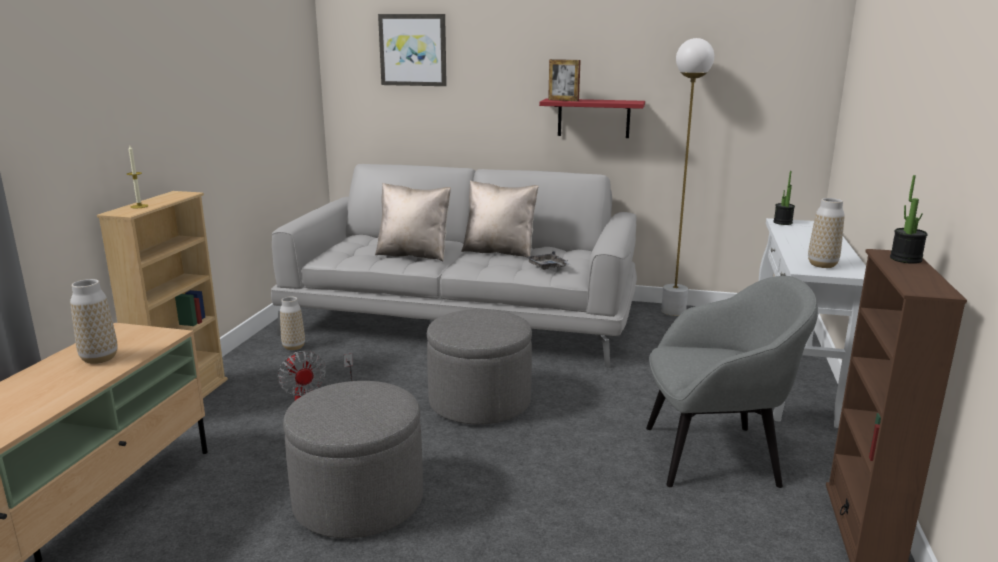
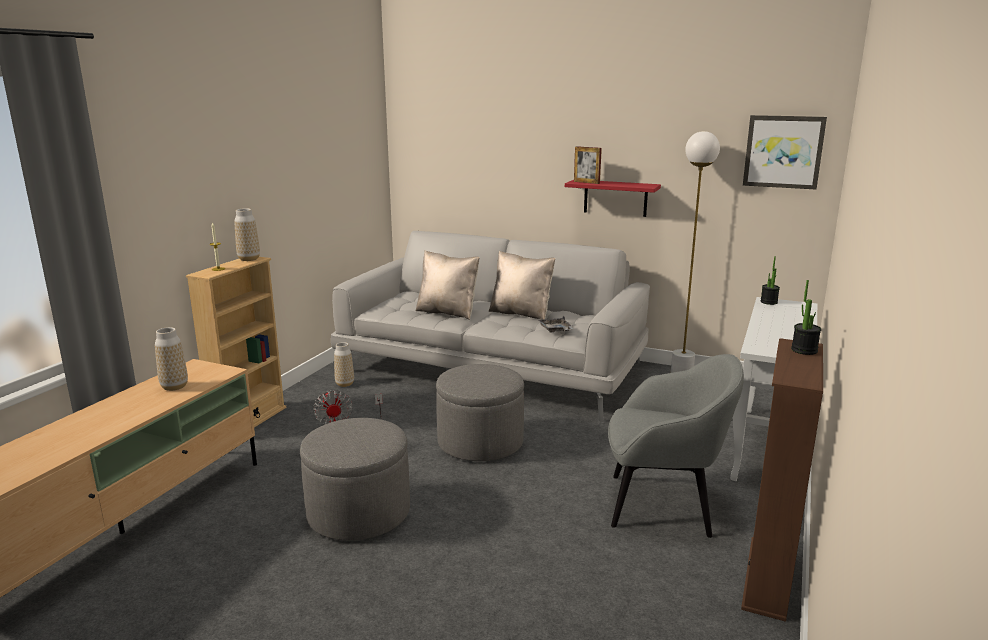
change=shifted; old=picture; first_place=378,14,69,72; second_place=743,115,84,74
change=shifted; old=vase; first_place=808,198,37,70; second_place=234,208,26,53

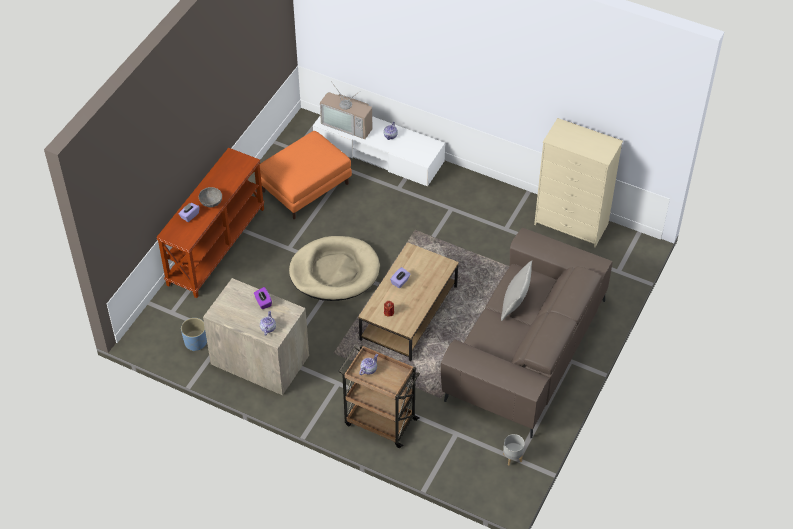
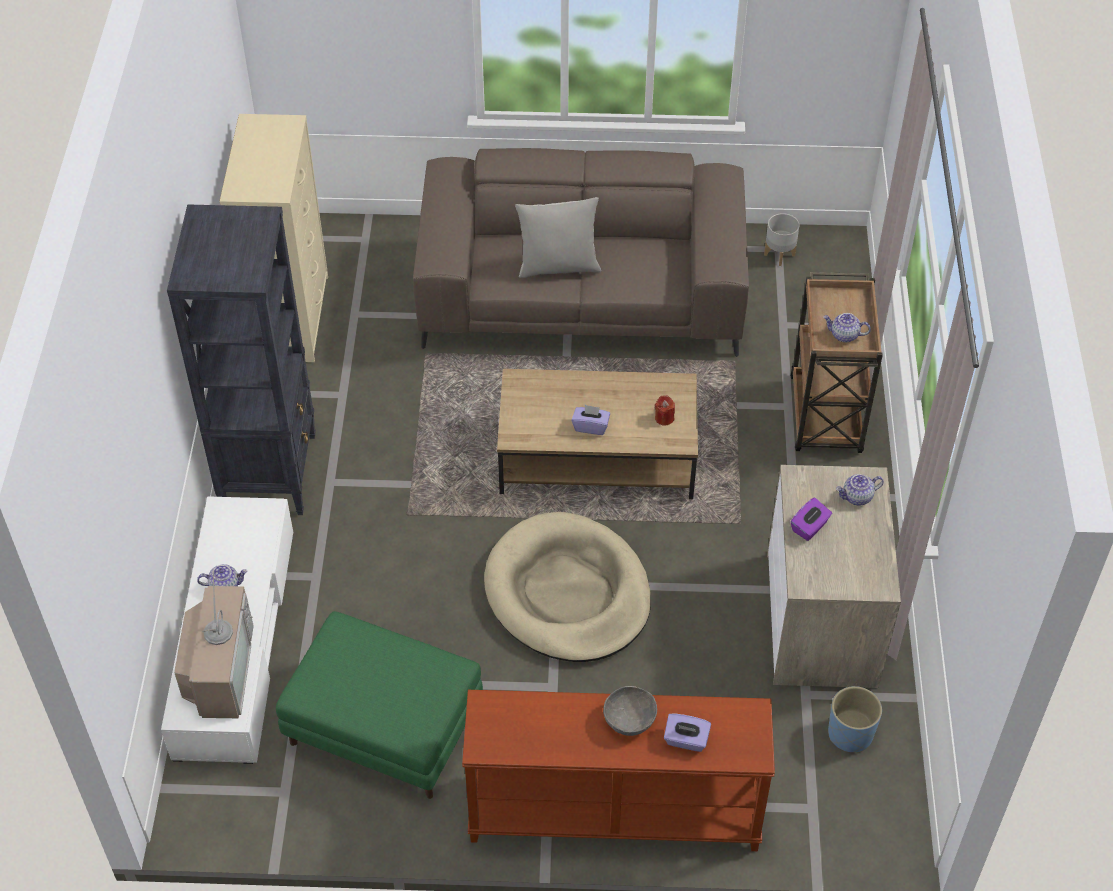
change=repainted; old=ottoman in orange; new=ottoman in green; first_place=260,131,92,88; second_place=276,611,207,188
change=new; new=bookcase in black; second_place=167,204,149,311

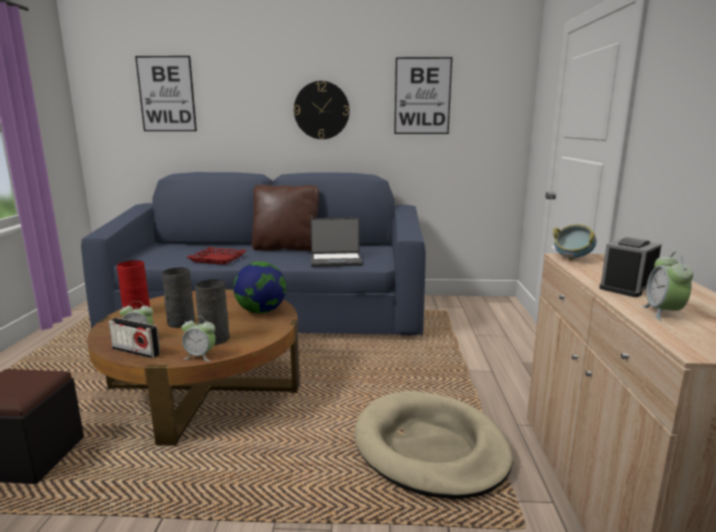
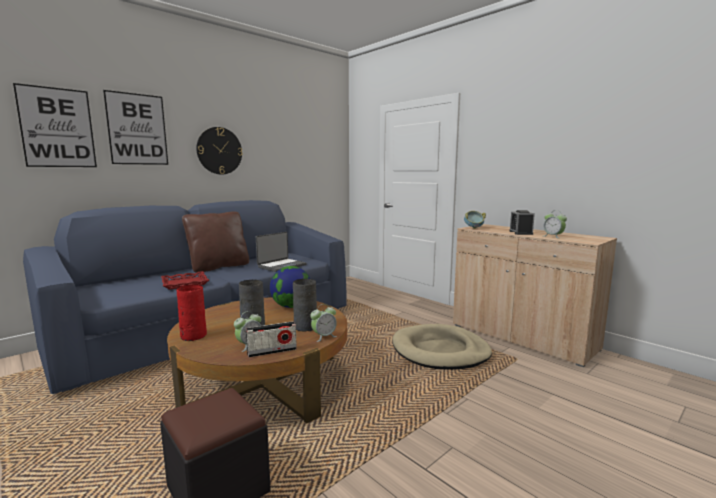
change=shifted; old=picture; first_place=394,57,58,77; second_place=103,90,65,75

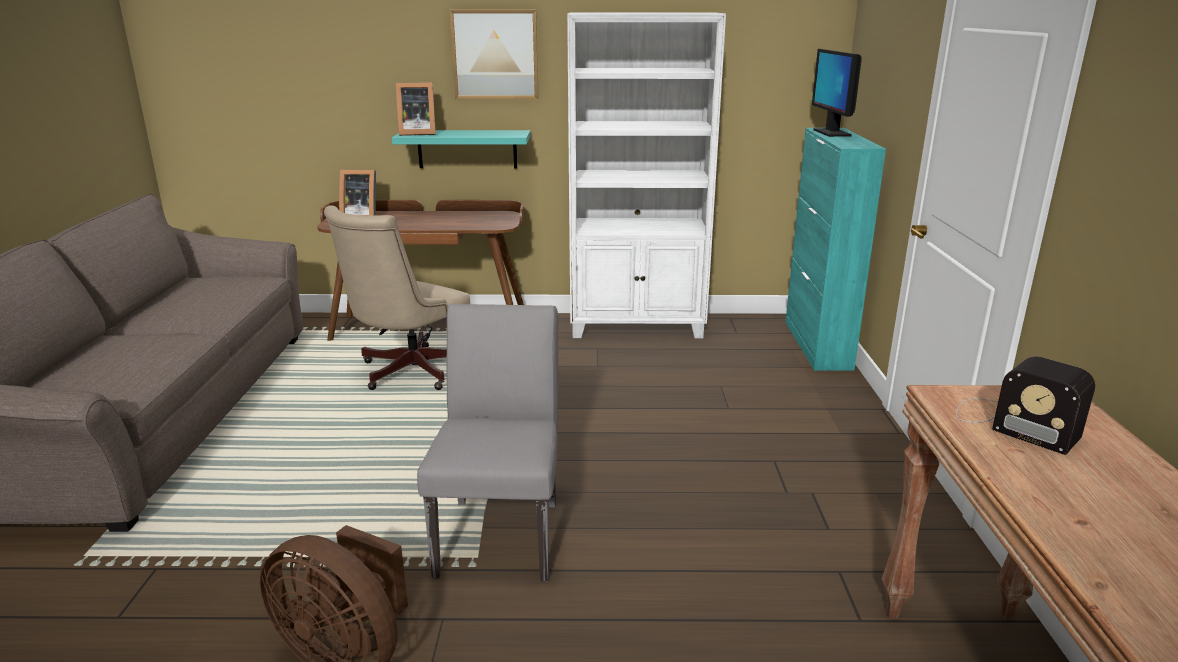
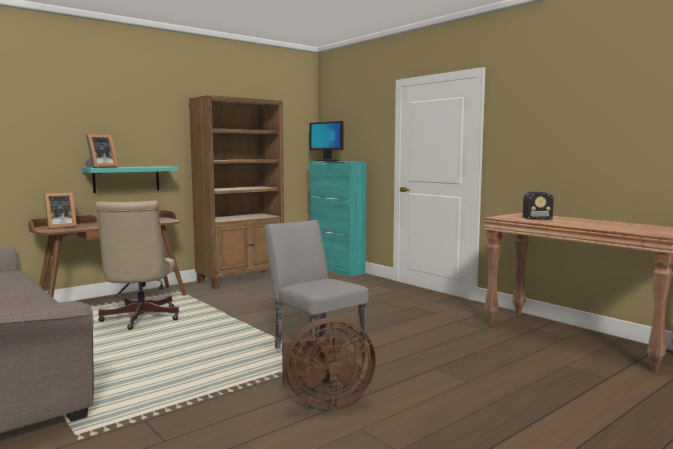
change=gone; old=picture; first_place=450,10,88,89
change=repainted; old=bookcase in white; new=bookcase in brown; first_place=567,13,159,326; second_place=189,95,95,194

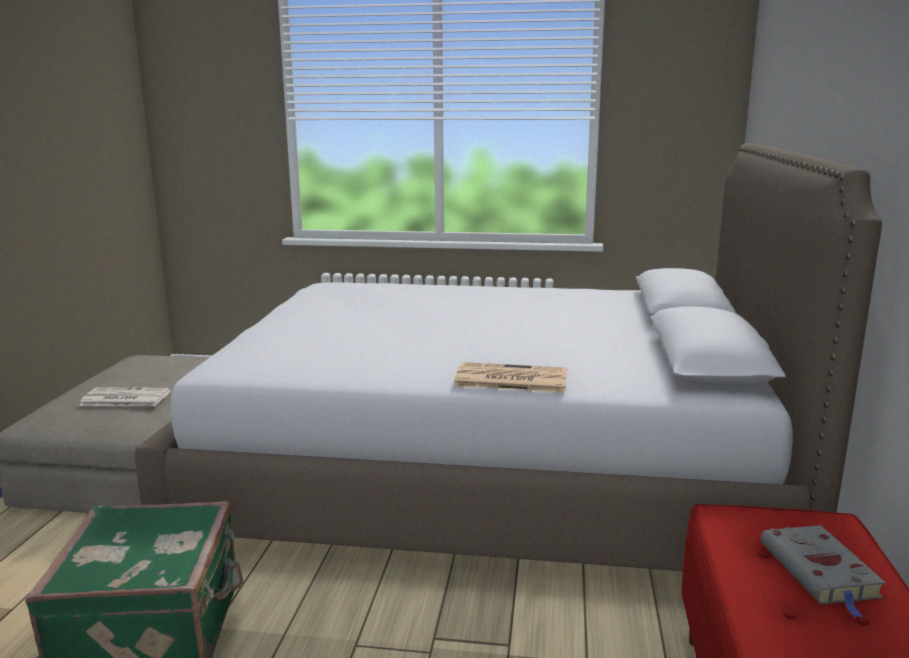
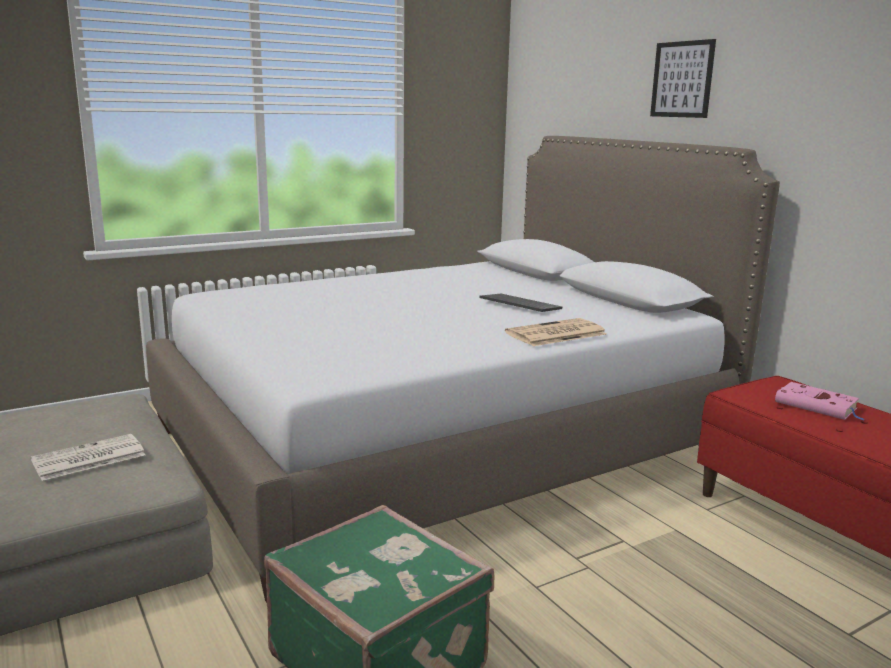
change=repainted; old=book in grey; new=book in pink; first_place=761,525,125,93; second_place=775,382,89,38
change=new; new=keyboard; second_place=479,294,83,18
change=new; new=picture; second_place=650,39,66,79

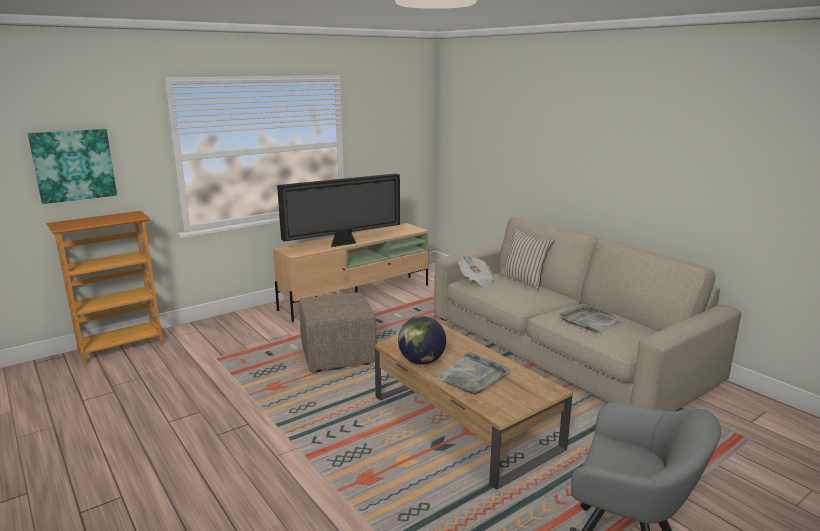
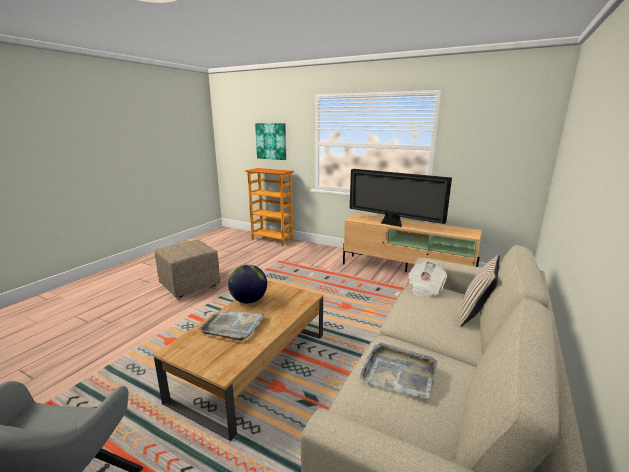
change=shifted; old=ottoman in beige; first_place=299,292,78,80; second_place=155,240,66,58

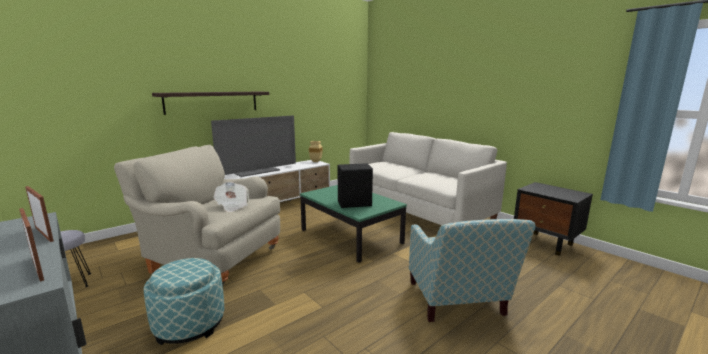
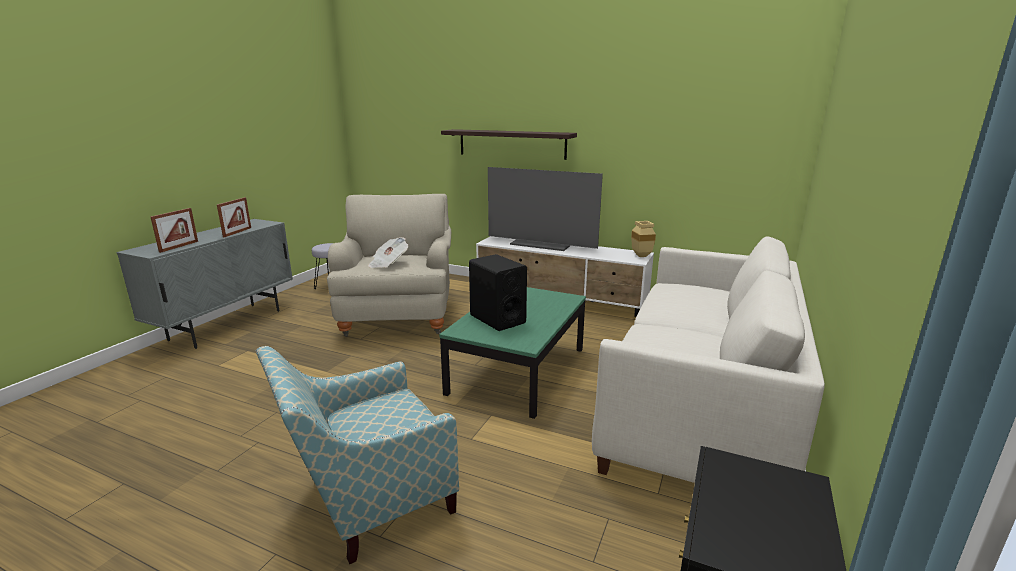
change=gone; old=ottoman; first_place=143,258,81,87

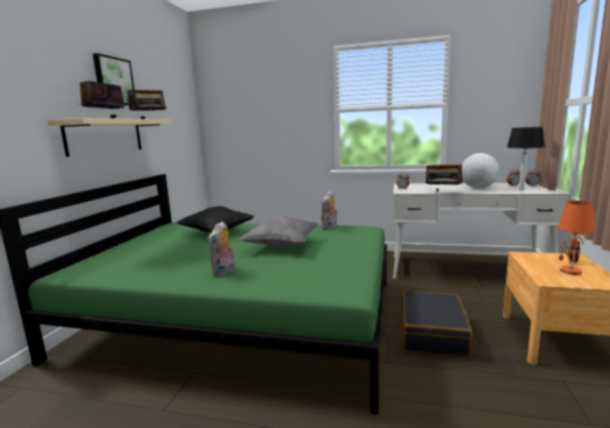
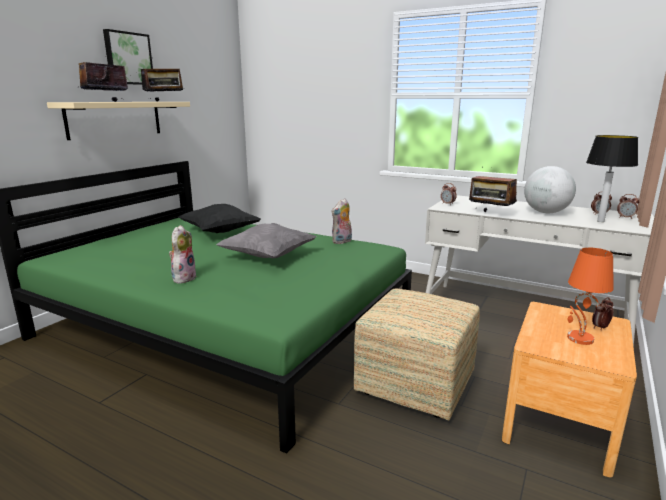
change=rotated; old=plush toy; first_place=208,221,27,55; second_place=169,225,28,59; degrees=150
change=swapped; old=suitcase in black; new=ottoman; first_place=401,291,71,66; second_place=354,289,126,132

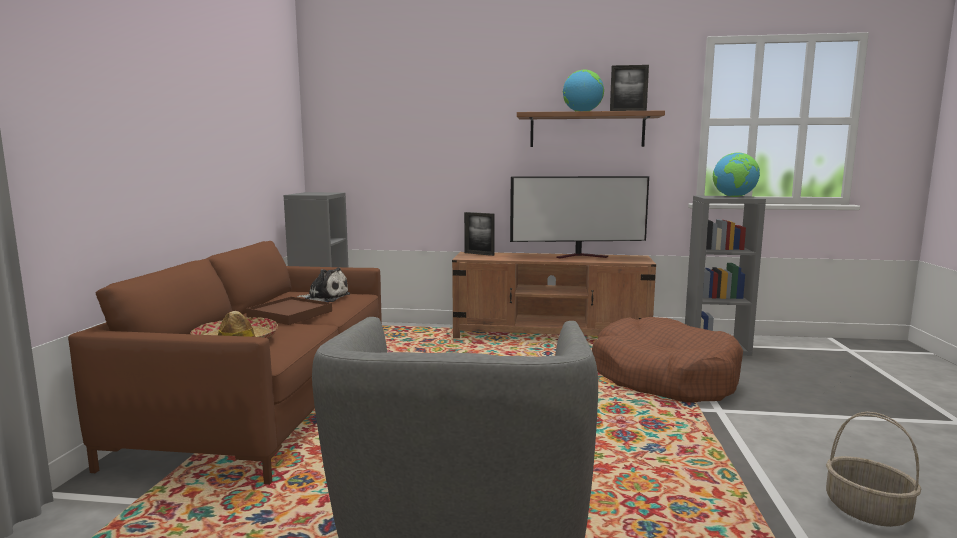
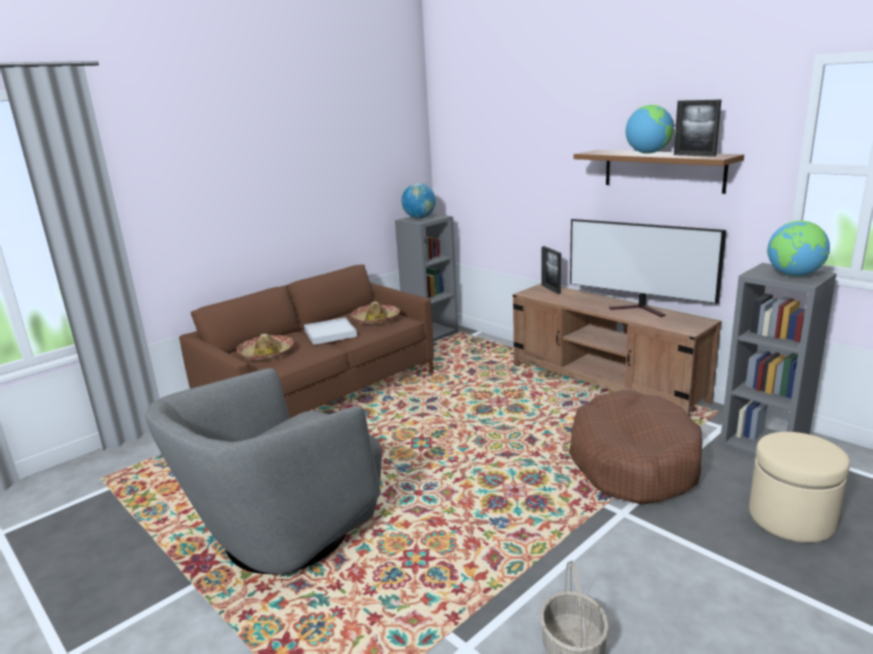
change=repainted; old=tray in brown; new=tray in white; first_place=246,297,86,28; second_place=304,317,53,28
change=swapped; old=plush toy; new=hat; first_place=297,268,53,34; second_place=351,302,49,23
change=new; new=globe; second_place=402,183,34,35
change=new; new=ottoman in beige; second_place=749,432,101,111

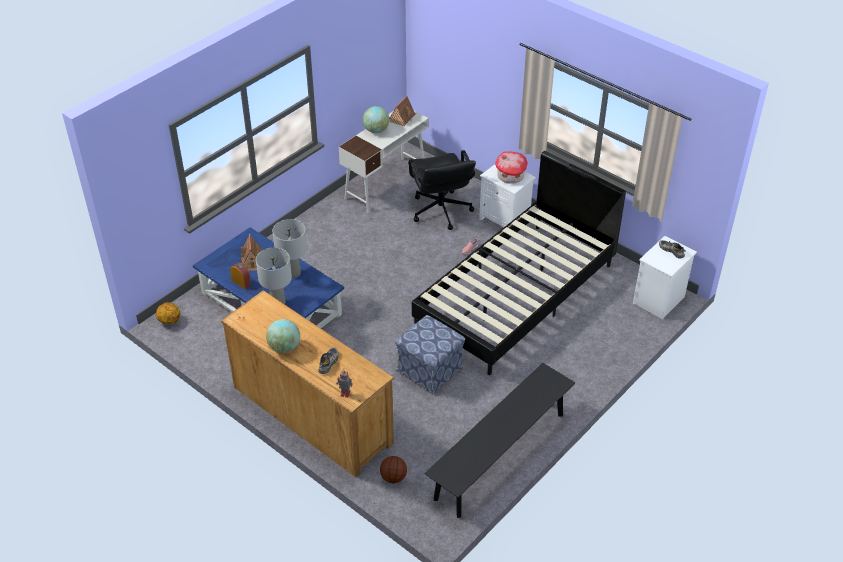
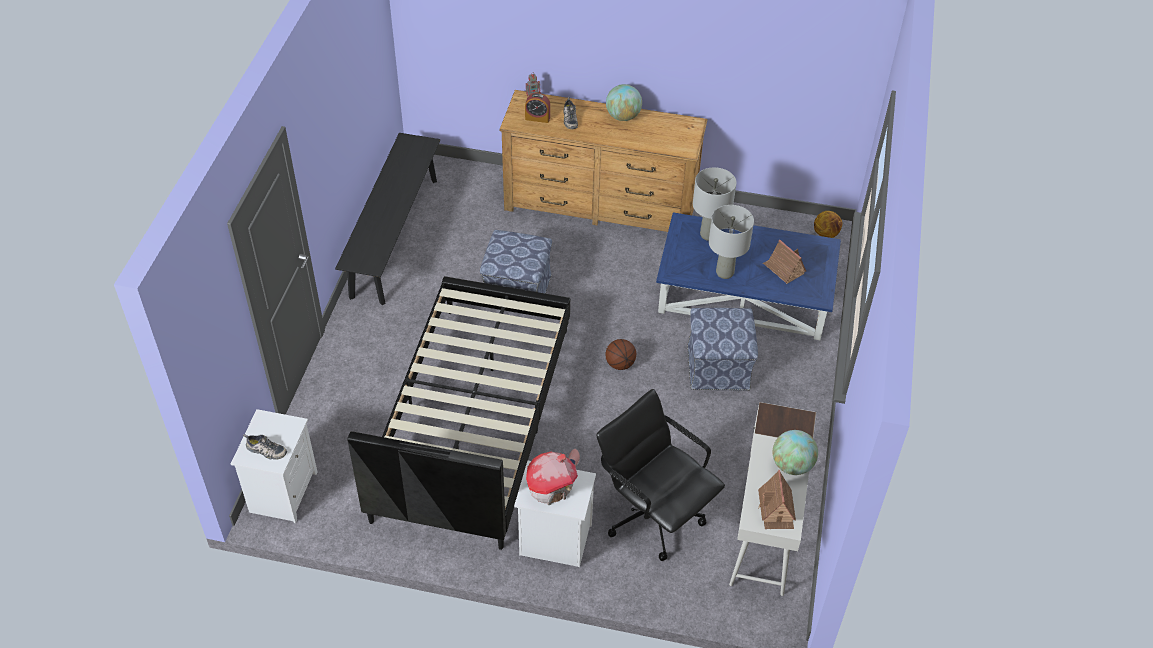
change=shifted; old=alarm clock; first_place=230,263,21,26; second_place=525,93,25,30
change=shifted; old=basketball; first_place=380,456,27,27; second_place=605,339,31,31
change=new; new=ottoman; second_place=687,308,71,83

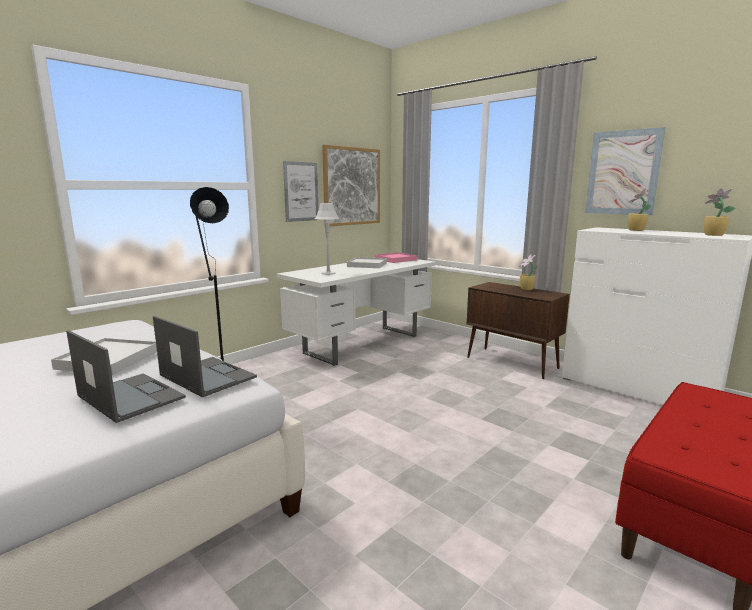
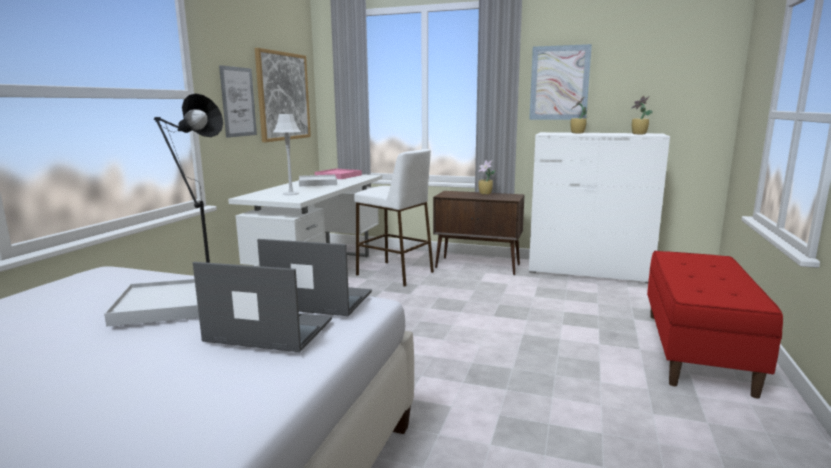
change=new; new=stool in white; second_place=354,149,80,137

